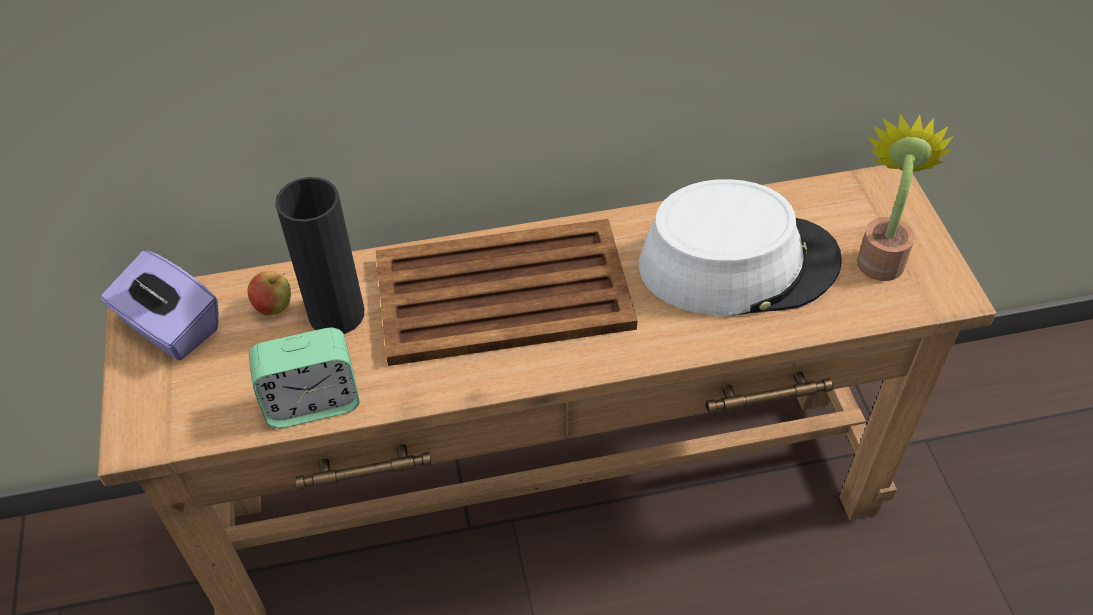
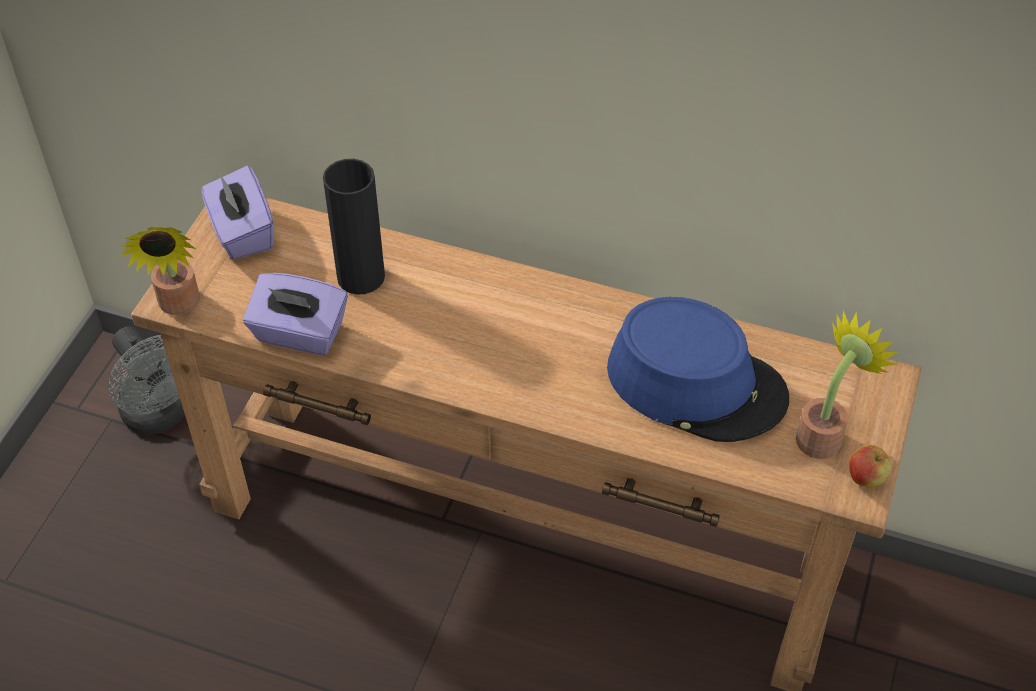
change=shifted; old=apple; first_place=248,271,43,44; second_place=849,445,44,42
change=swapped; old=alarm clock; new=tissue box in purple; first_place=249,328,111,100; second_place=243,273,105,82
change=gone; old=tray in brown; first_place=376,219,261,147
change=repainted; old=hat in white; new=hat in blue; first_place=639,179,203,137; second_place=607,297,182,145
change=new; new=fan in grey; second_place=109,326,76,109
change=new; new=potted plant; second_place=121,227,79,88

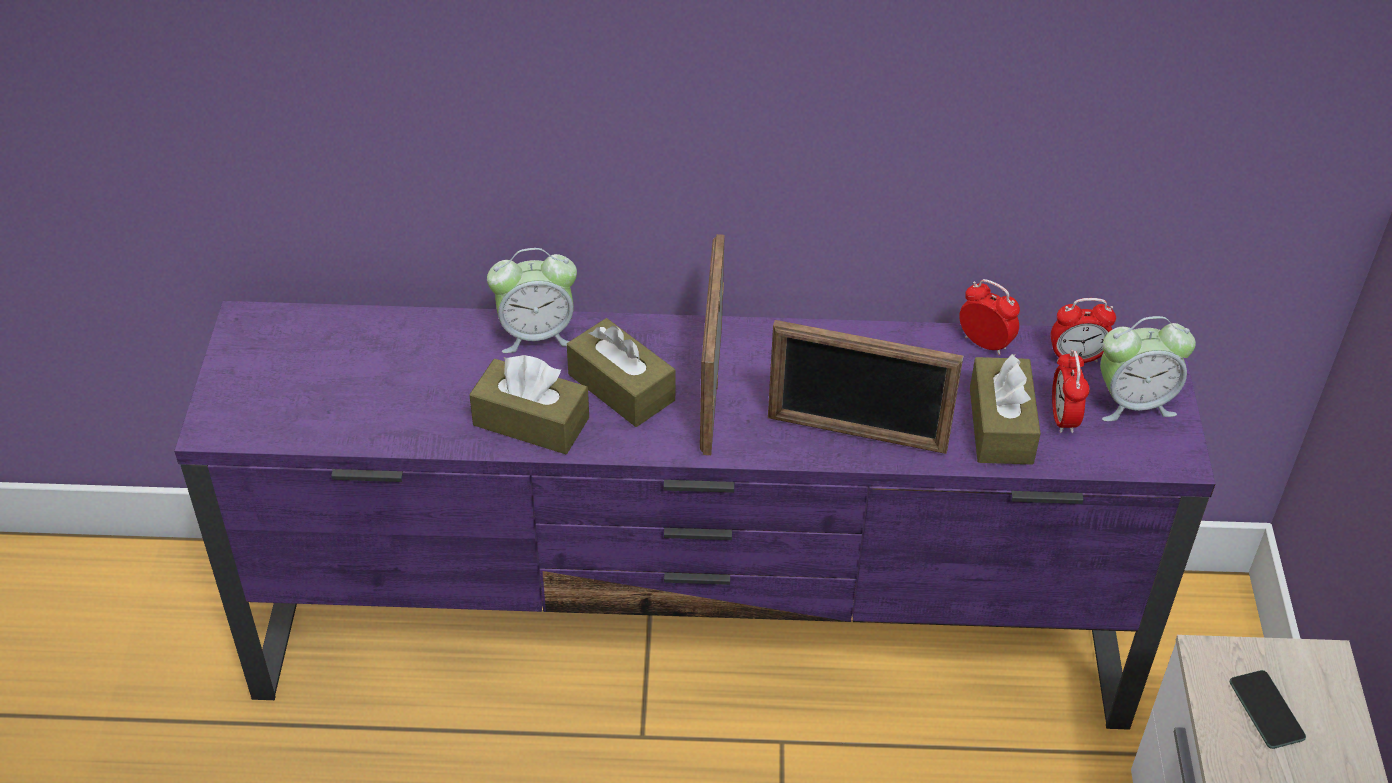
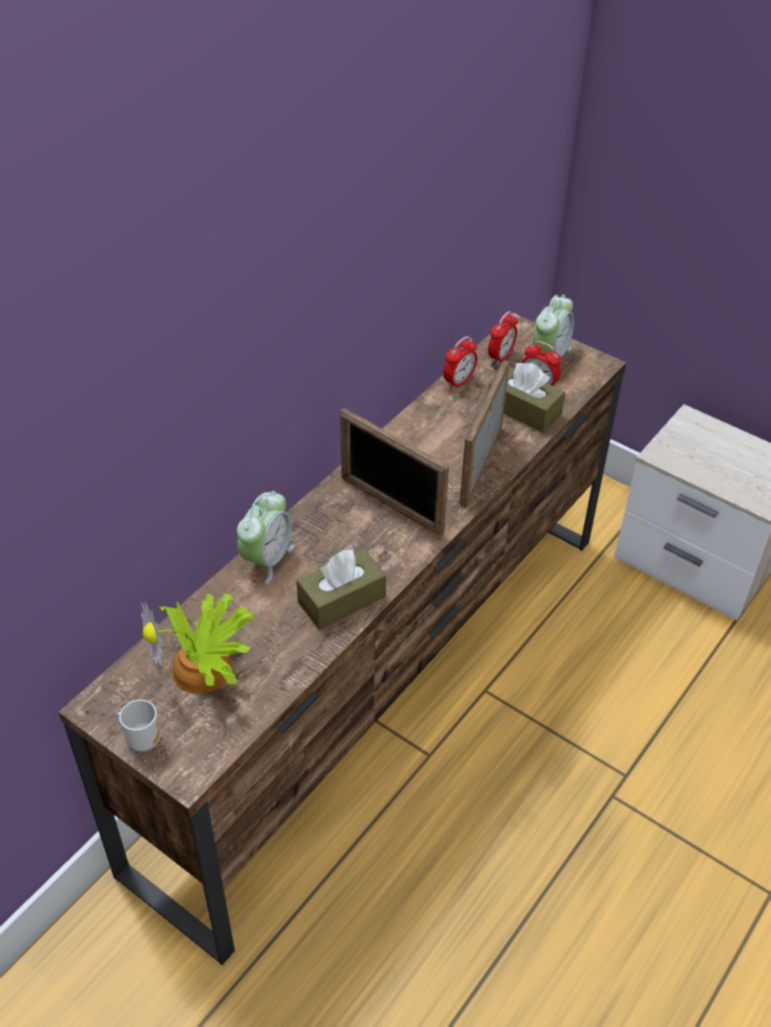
change=repainted; old=tv stand in purple; new=tv stand in brown; first_place=174,301,1041,429; second_place=59,313,567,652
change=gone; old=tissue box in brown; first_place=567,318,108,109
change=rotated; old=picture frame; first_place=768,320,195,134; second_place=460,360,49,148; degrees=150
change=rotated; old=alarm clock; first_place=959,279,61,77; second_place=443,336,34,54; degrees=150
change=gone; old=phone; first_place=1230,670,76,79
change=new; new=mug; second_place=116,700,45,52
change=new; new=potted plant; second_place=141,591,113,103

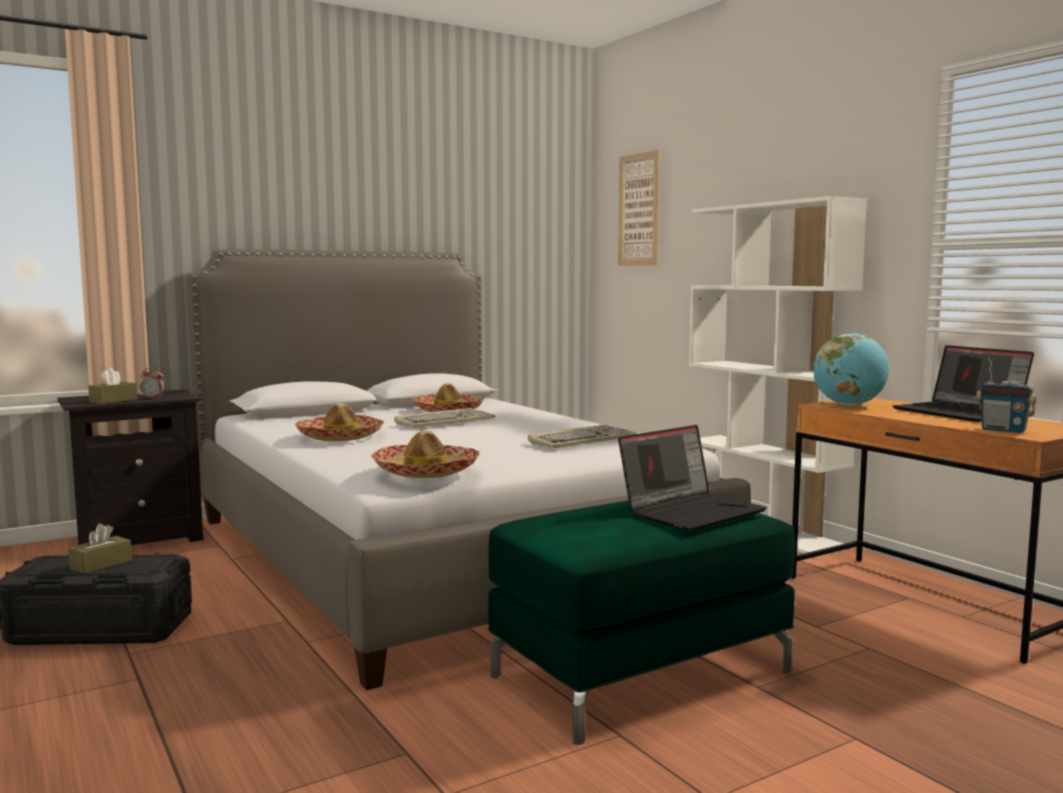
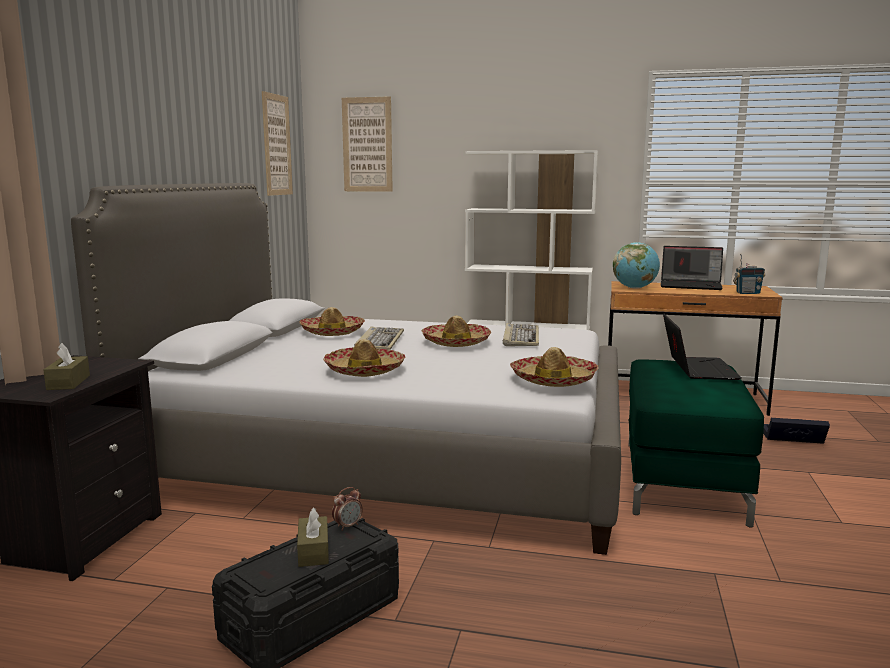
change=shifted; old=alarm clock; first_place=140,367,25,31; second_place=332,487,31,44
change=new; new=picture; second_place=262,91,31,105
change=new; new=hat; second_place=421,316,70,31
change=new; new=storage box in black; second_place=763,418,67,26

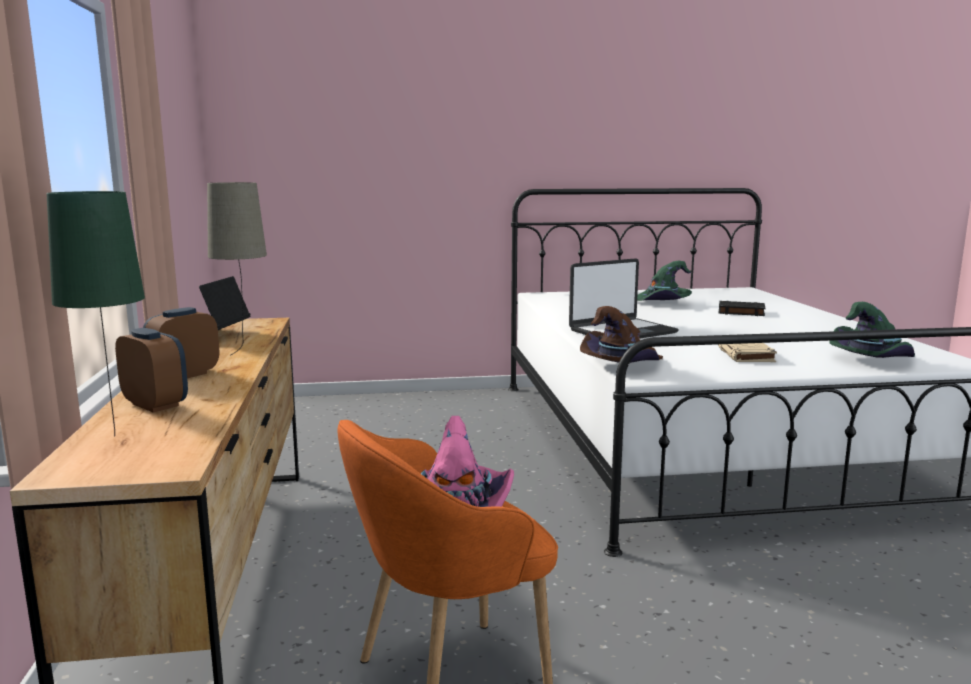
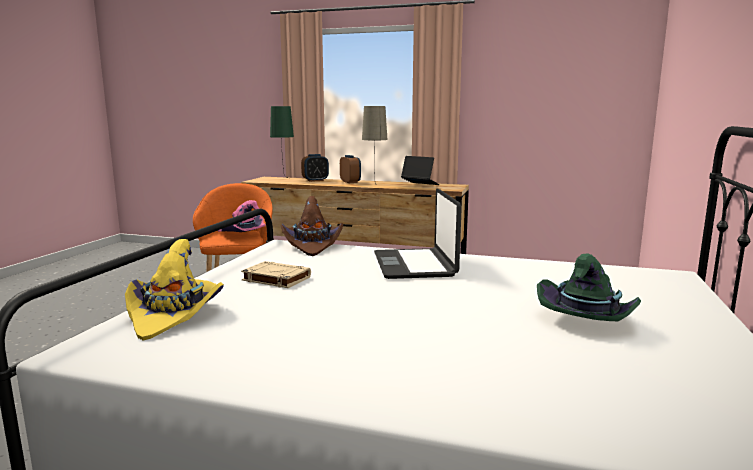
change=gone; old=book in black; first_place=718,301,47,15
change=repainted; old=hat in green; new=hat in yellow; first_place=829,302,86,56; second_place=125,239,99,101

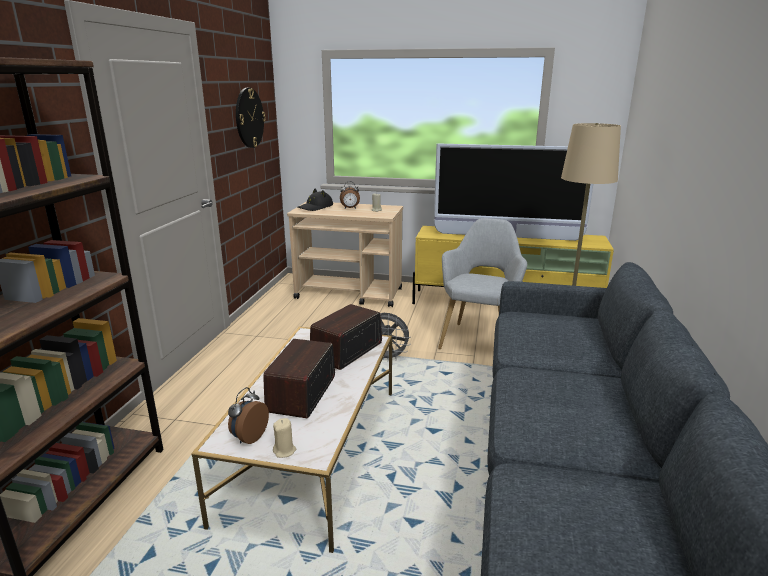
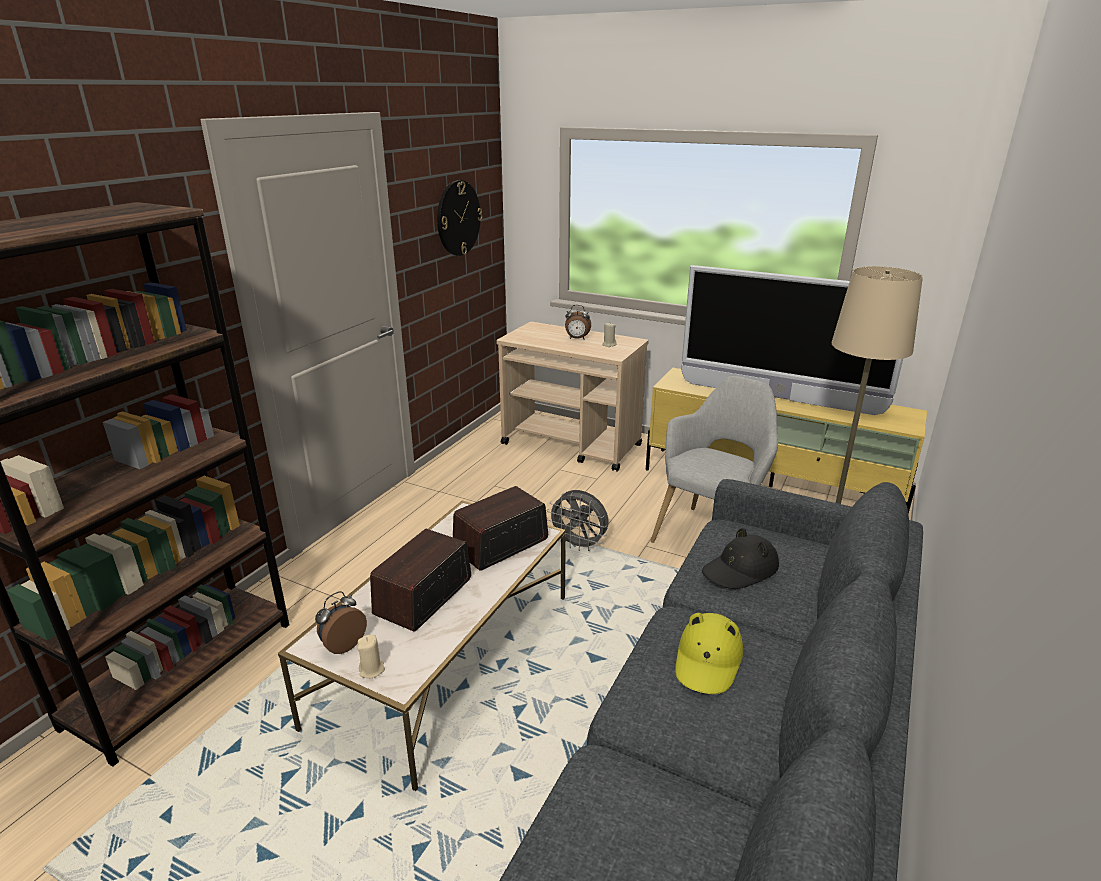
change=shifted; old=hat in black; first_place=297,188,36,23; second_place=702,528,77,61
change=new; new=hat in yellow; second_place=675,613,68,81

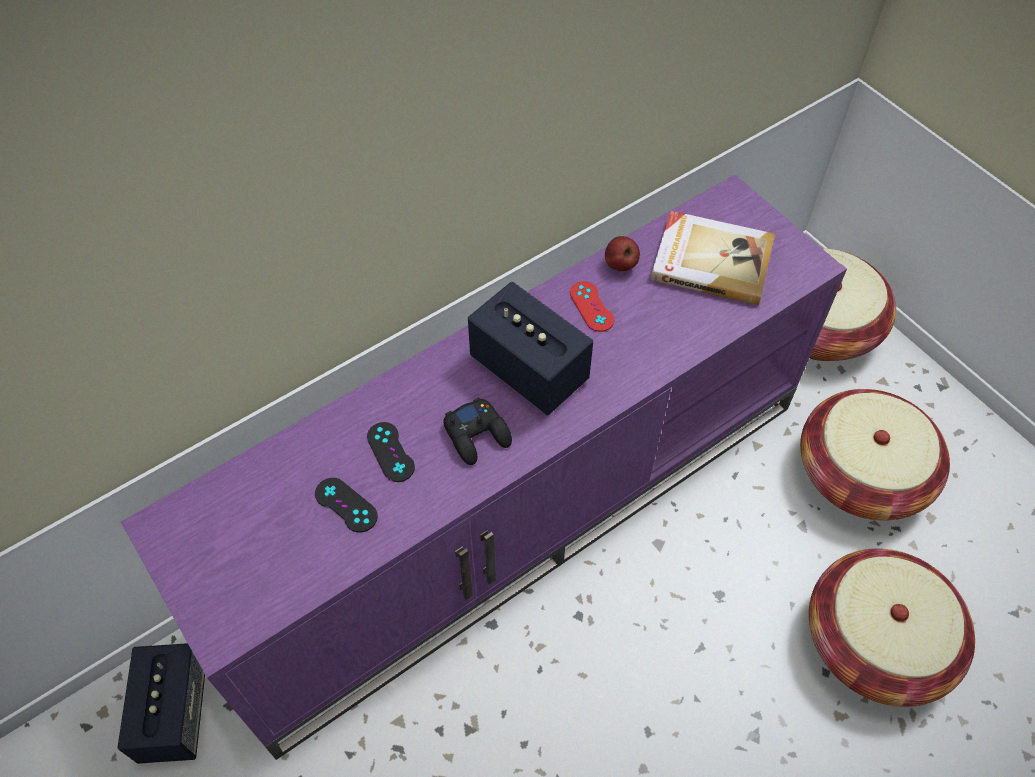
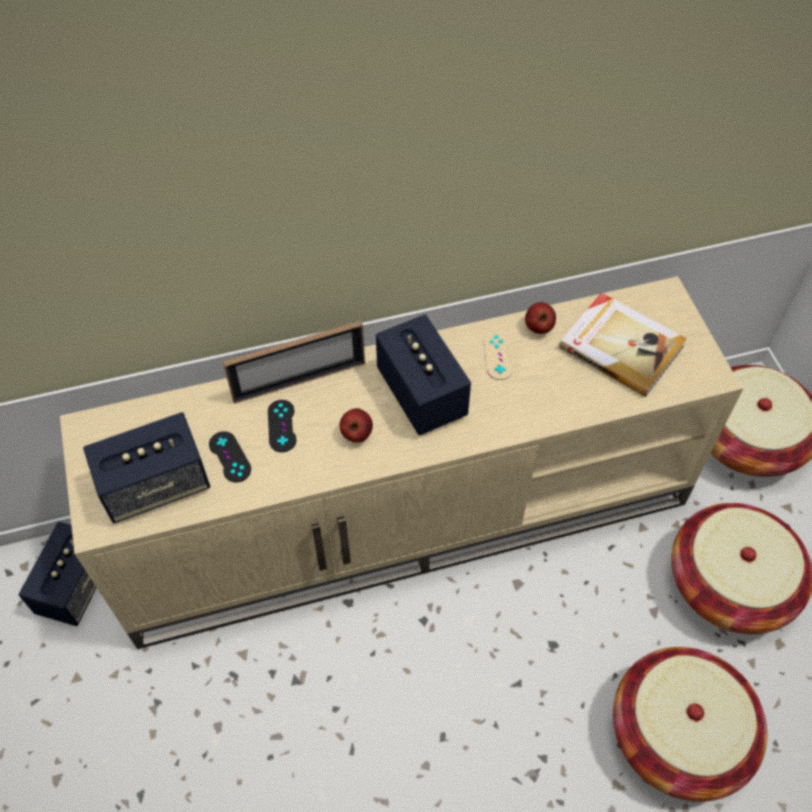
change=repainted; old=tv stand in purple; new=tv stand in beige; first_place=121,175,726,585; second_place=60,276,683,373
change=swapped; old=game controller in black; new=apple; first_place=443,397,69,68; second_place=339,408,34,35
change=repainted; old=game controller in red; new=game controller in beige; first_place=570,281,44,51; second_place=484,332,29,48
change=new; new=speaker; second_place=83,412,128,111
change=new; new=picture frame; second_place=223,321,142,83

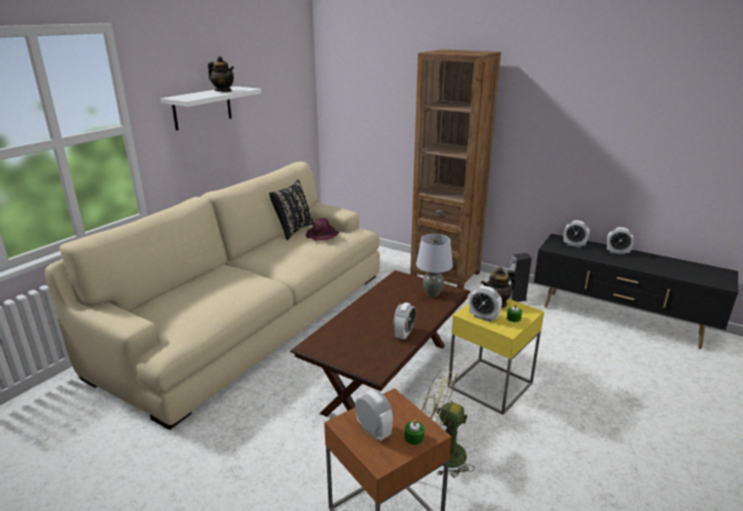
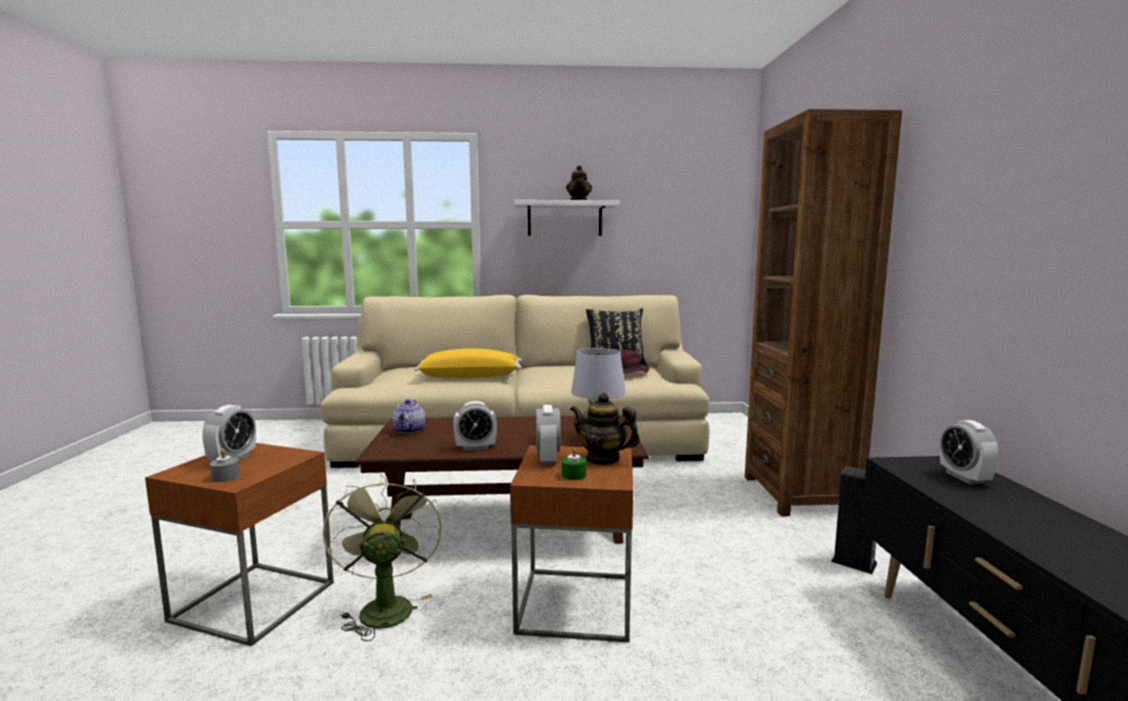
change=repainted; old=candle in green; new=candle in grey; first_place=405,420,19,25; second_place=210,449,30,33
change=repainted; old=side table in yellow; new=side table in brown; first_place=448,299,96,116; second_place=510,445,123,198
change=gone; old=alarm clock; first_place=607,227,27,28
change=new; new=teapot; second_place=392,399,34,35
change=new; new=pillow in yellow; second_place=414,348,108,30

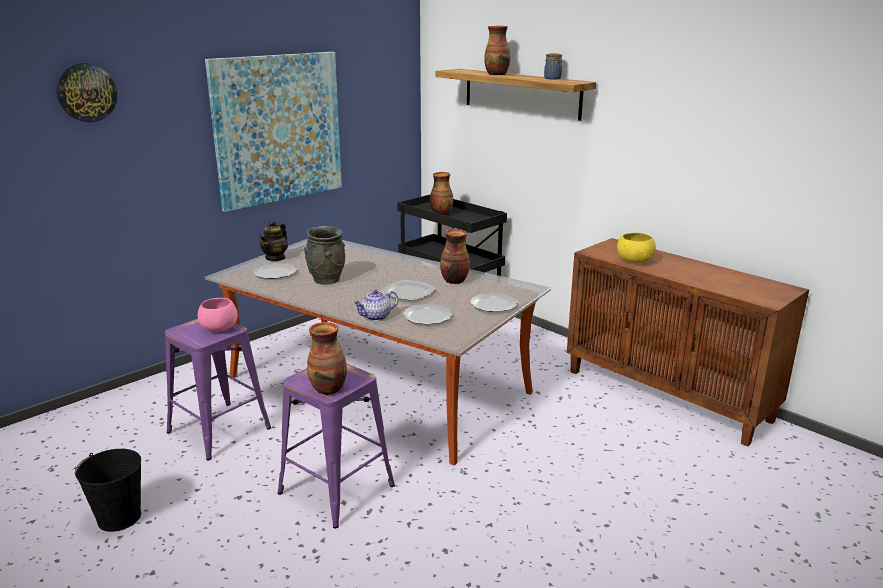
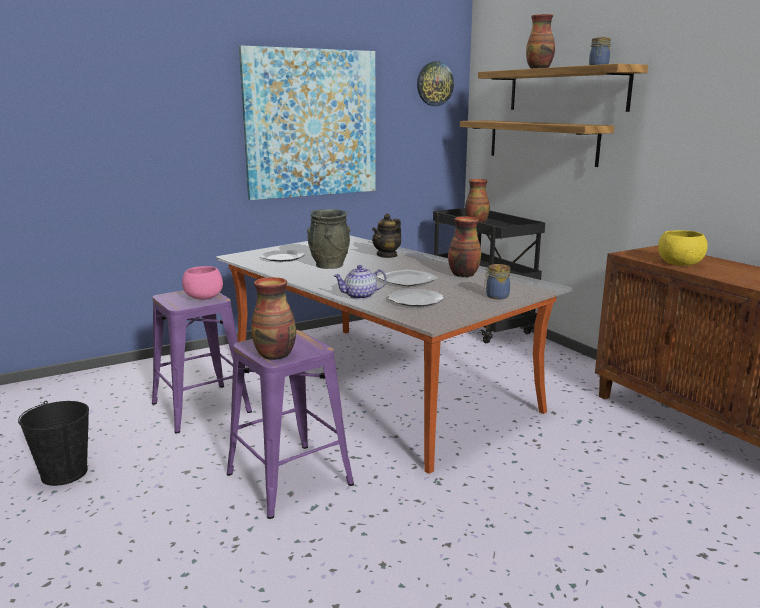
change=shifted; old=wall clock; first_place=56,63,61,59; second_place=417,61,37,45
change=shifted; old=teapot; first_place=259,220,29,41; second_place=372,213,29,45
change=swapped; old=plate; new=jar; first_place=470,293,47,19; second_place=484,264,26,35
change=new; new=shelf; second_place=460,120,154,47

